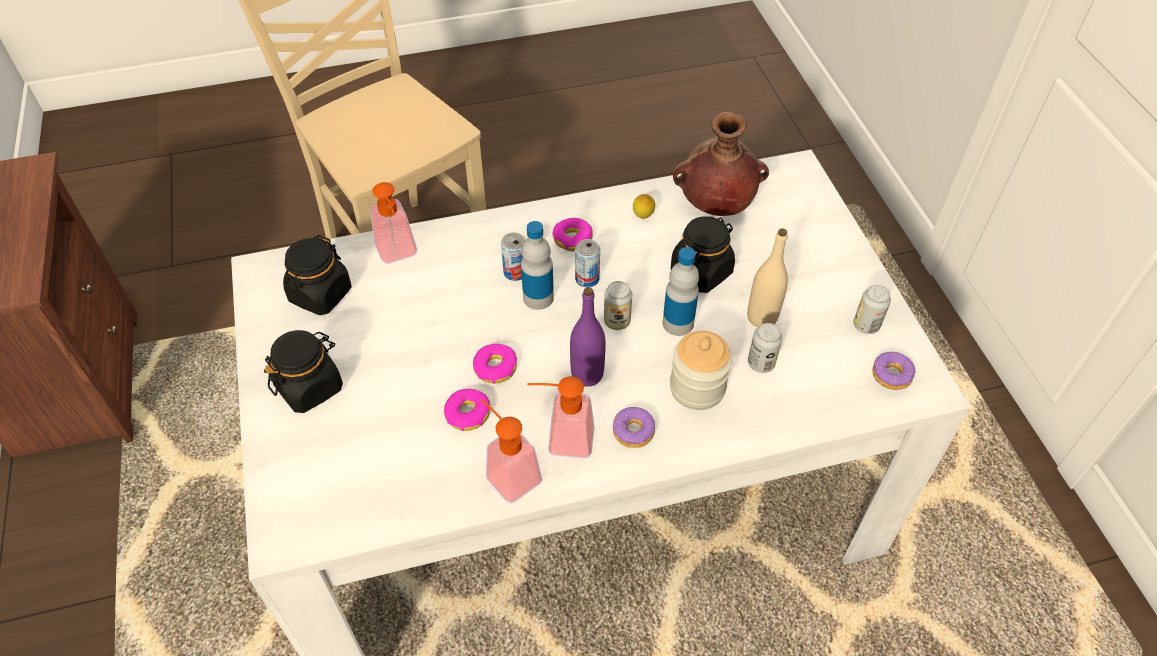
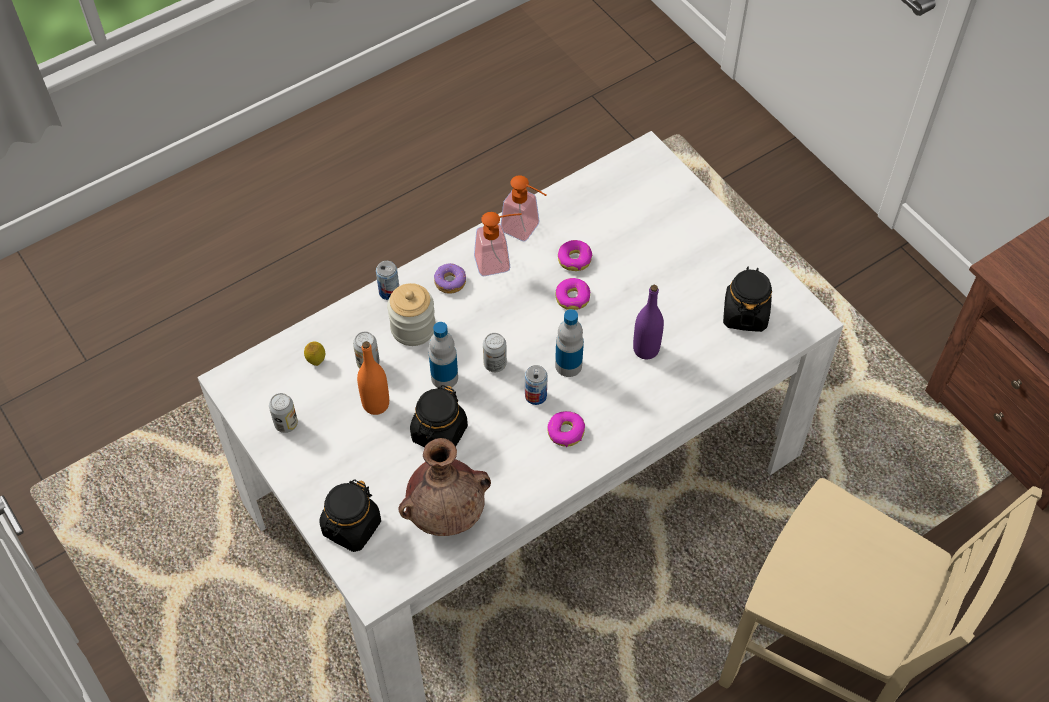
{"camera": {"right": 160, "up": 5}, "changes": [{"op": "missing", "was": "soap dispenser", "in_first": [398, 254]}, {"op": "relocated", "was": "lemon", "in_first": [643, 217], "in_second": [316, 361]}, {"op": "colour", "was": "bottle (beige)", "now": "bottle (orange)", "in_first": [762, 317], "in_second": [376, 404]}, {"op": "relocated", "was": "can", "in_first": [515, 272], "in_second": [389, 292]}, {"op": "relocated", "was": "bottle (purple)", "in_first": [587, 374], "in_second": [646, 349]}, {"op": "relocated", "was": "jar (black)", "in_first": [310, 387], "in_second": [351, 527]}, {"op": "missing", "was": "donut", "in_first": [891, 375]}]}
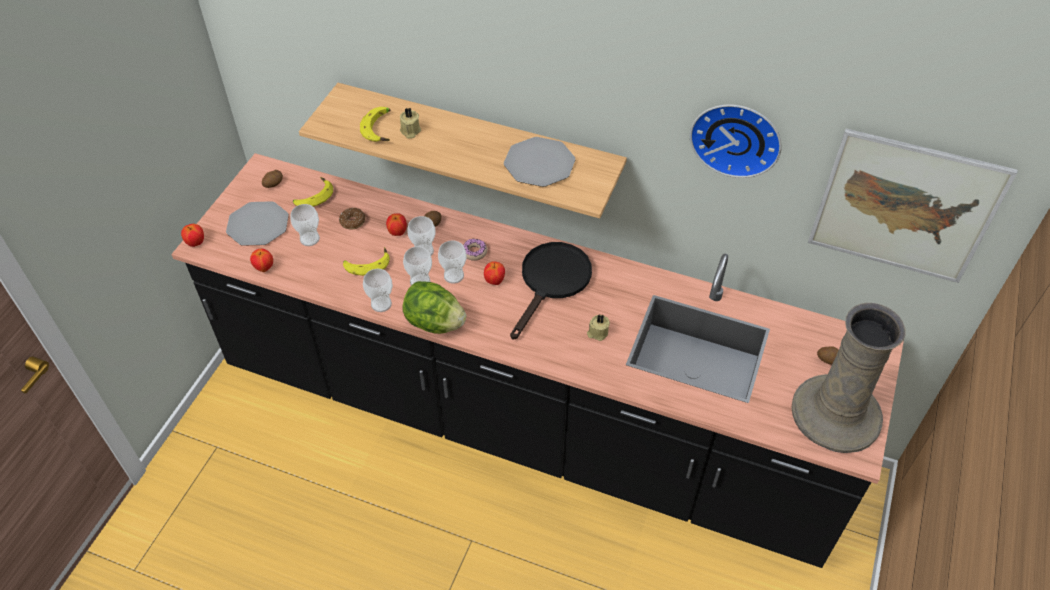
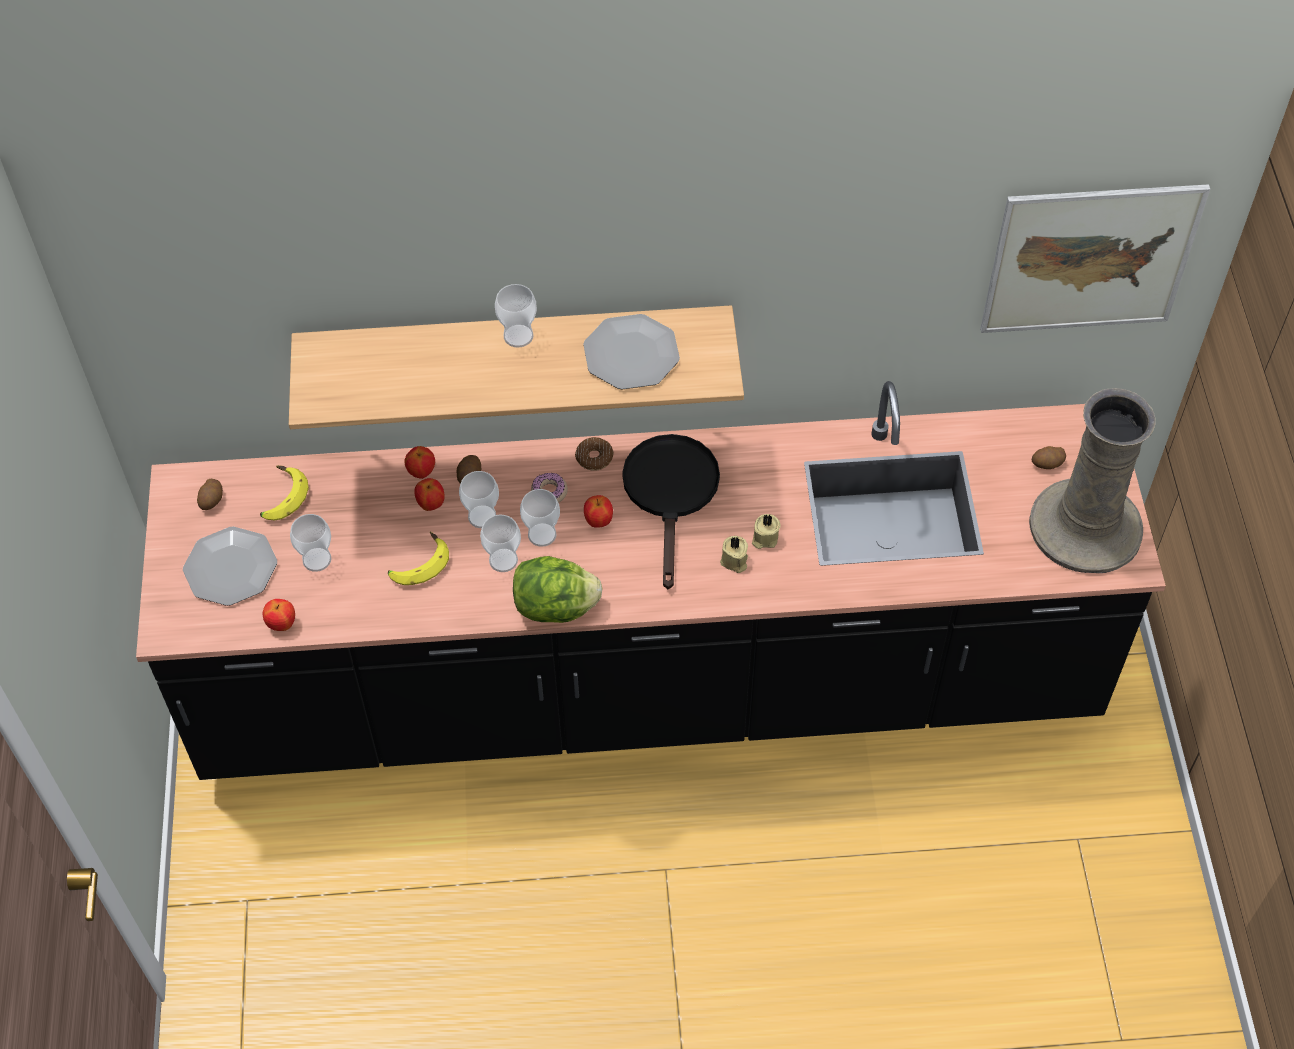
{"camera": {"right": -25, "up": 5}, "changes": [{"op": "missing", "was": "wall clock", "in_first": [736, 137]}, {"op": "missing", "was": "banana", "in_first": [381, 129]}, {"op": "relocated", "was": "candle (beige)", "in_first": [410, 131], "in_second": [734, 561]}, {"op": "relocated", "was": "donut", "in_first": [353, 221], "in_second": [594, 457]}, {"op": "relocated", "was": "apple", "in_first": [196, 243], "in_second": [421, 472]}, {"op": "relocated", "was": "cup", "in_first": [381, 304], "in_second": [518, 336]}]}
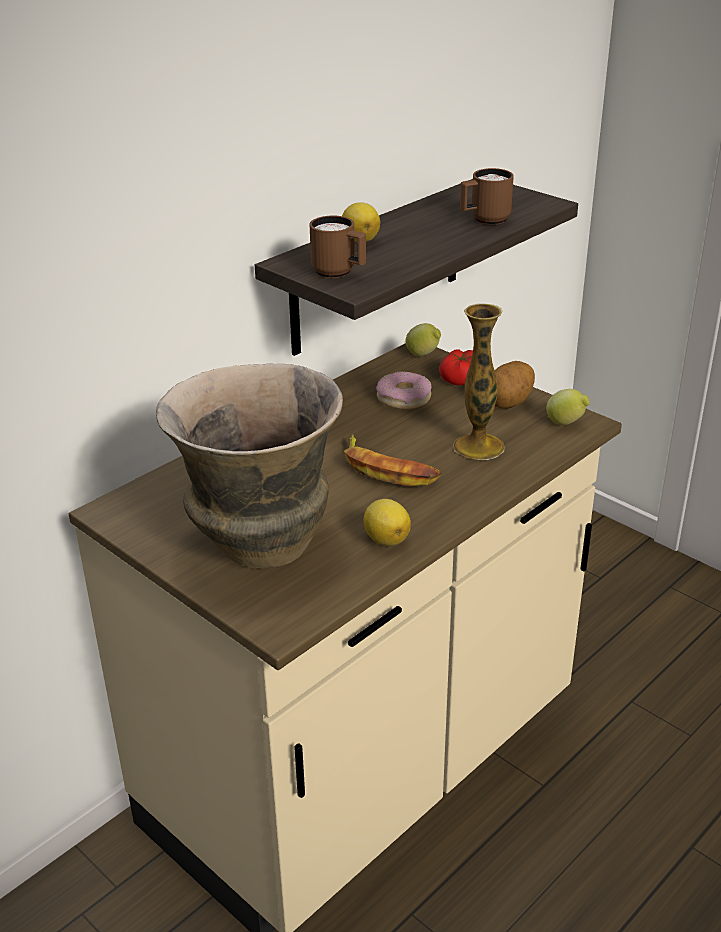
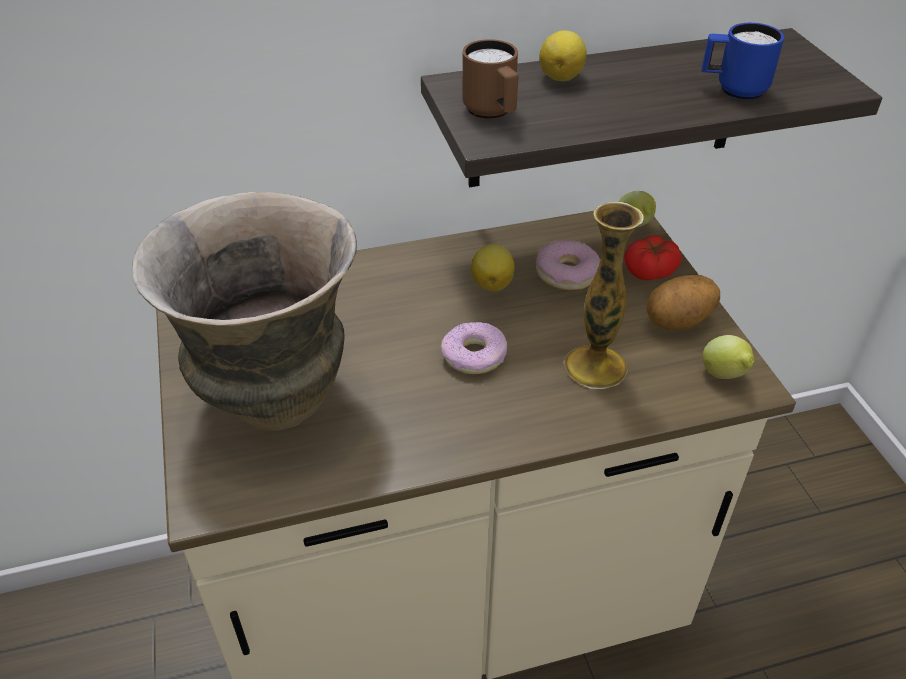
{"camera": {"right": 30, "up": 10}, "changes": [{"op": "colour", "was": "mug (brown)", "now": "mug (blue)", "in_first": [484, 220], "in_second": [733, 90]}, {"op": "exchanged", "was": "banana", "now": "donut", "in_first": [388, 469], "in_second": [474, 356]}, {"op": "relocated", "was": "lemon", "in_first": [386, 538], "in_second": [492, 283]}]}
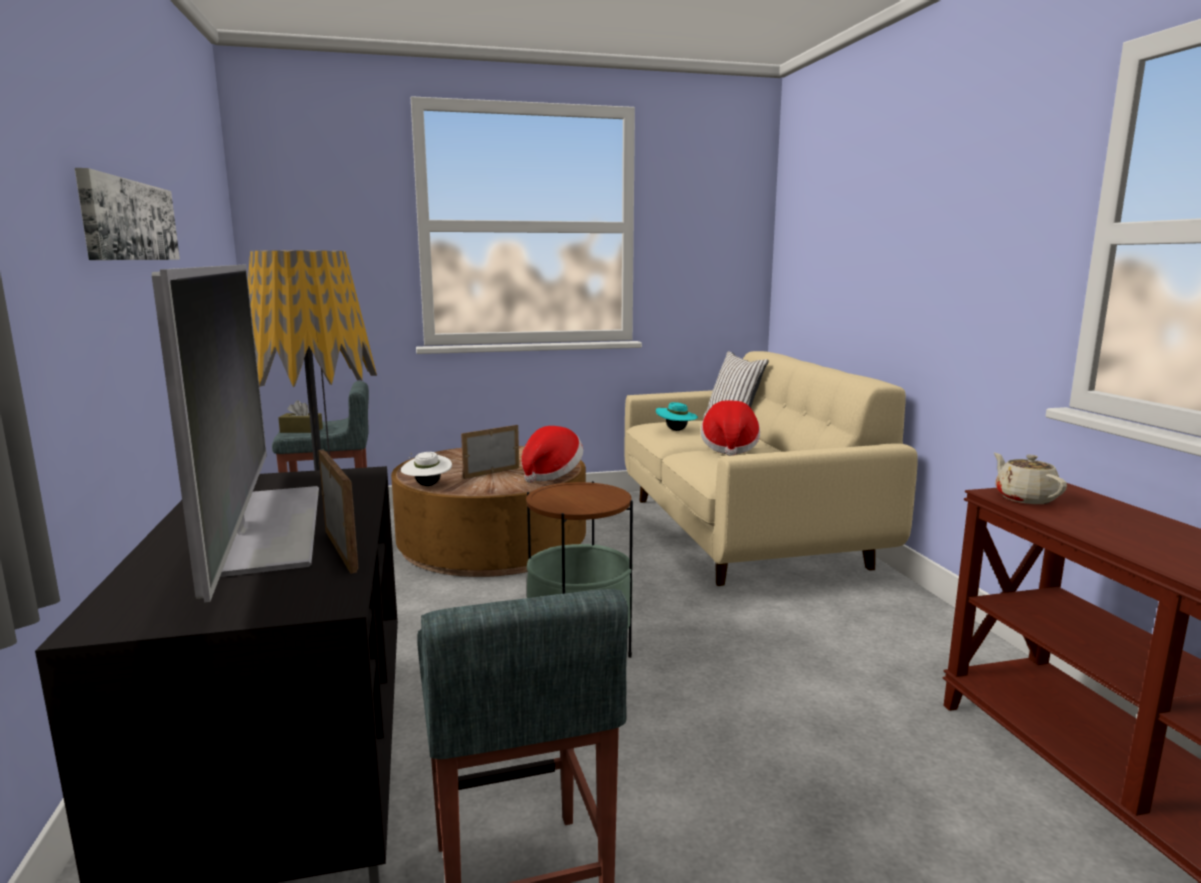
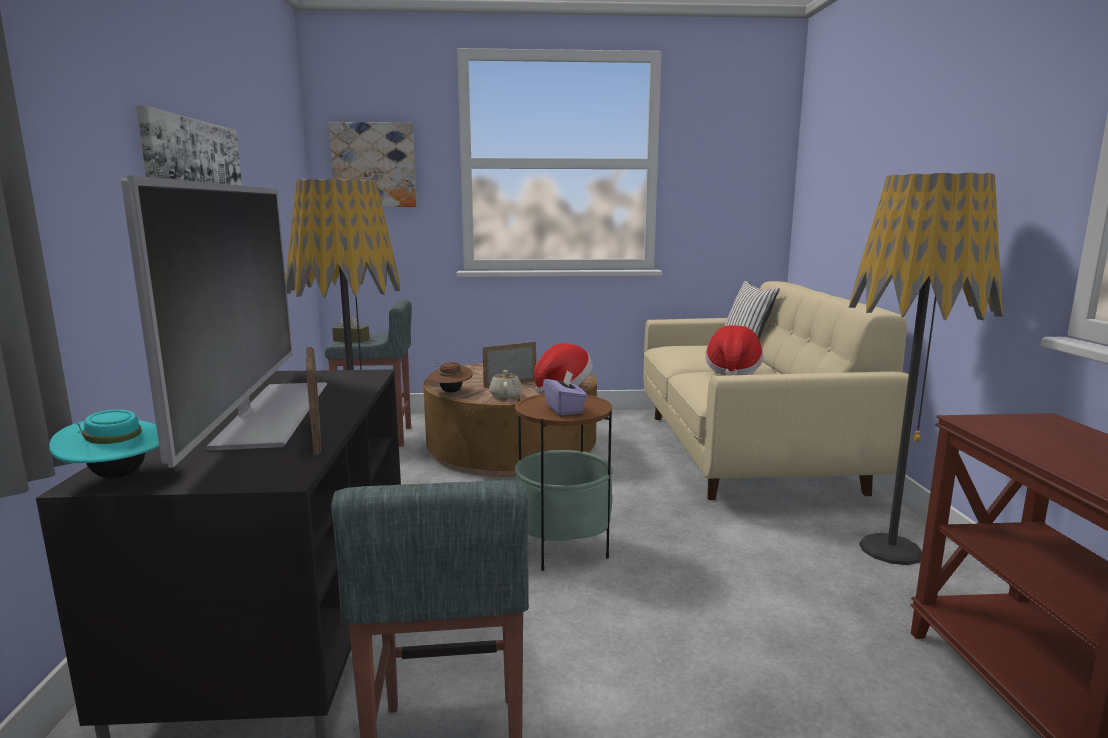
{"camera": {"right": 10, "up": 0}, "changes": [{"op": "relocated", "was": "hat (turquoise)", "in_first": [676, 430], "in_second": [117, 476]}, {"op": "colour", "was": "hat (white)", "now": "hat (brown)", "in_first": [427, 485], "in_second": [450, 392]}, {"op": "relocated", "was": "teapot (beige)", "in_first": [1024, 498], "in_second": [505, 395]}, {"op": "appeared", "now": "picture", "in_second": [374, 165]}, {"op": "appeared", "now": "floor lamp", "in_second": [891, 550]}, {"op": "appeared", "now": "tissue box (purple)", "in_second": [565, 409]}]}
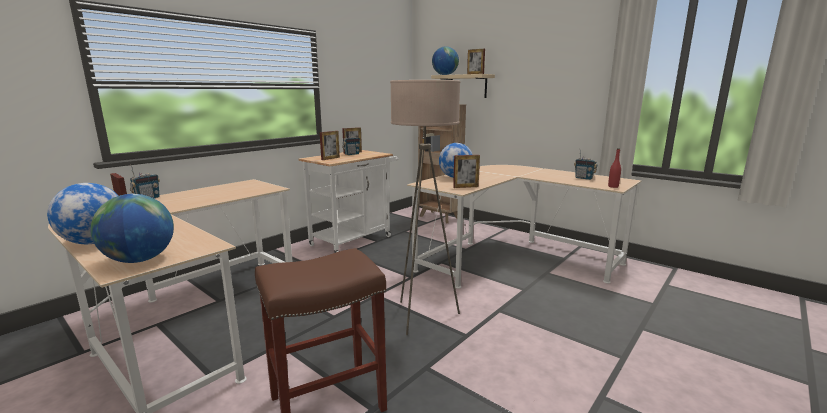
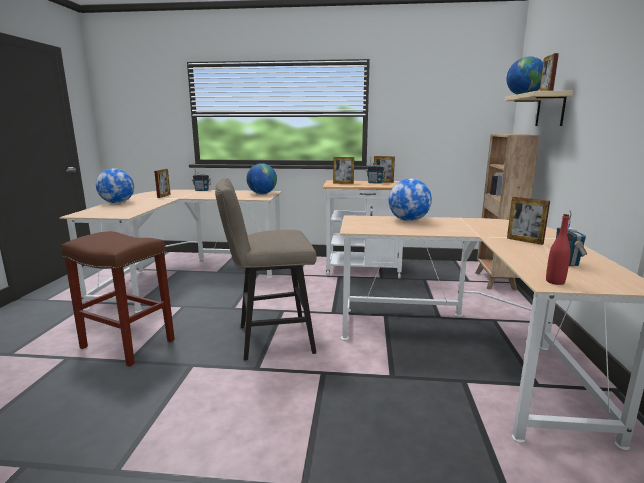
{"camera": {"right": 55, "up": 0}, "changes": [{"op": "exchanged", "was": "floor lamp (beige)", "now": "stool (beige)", "in_first": [422, 316], "in_second": [269, 339]}, {"op": "relocated", "was": "picture frame", "in_first": [465, 187], "in_second": [524, 241]}, {"op": "relocated", "was": "globe", "in_first": [140, 260], "in_second": [262, 194]}]}
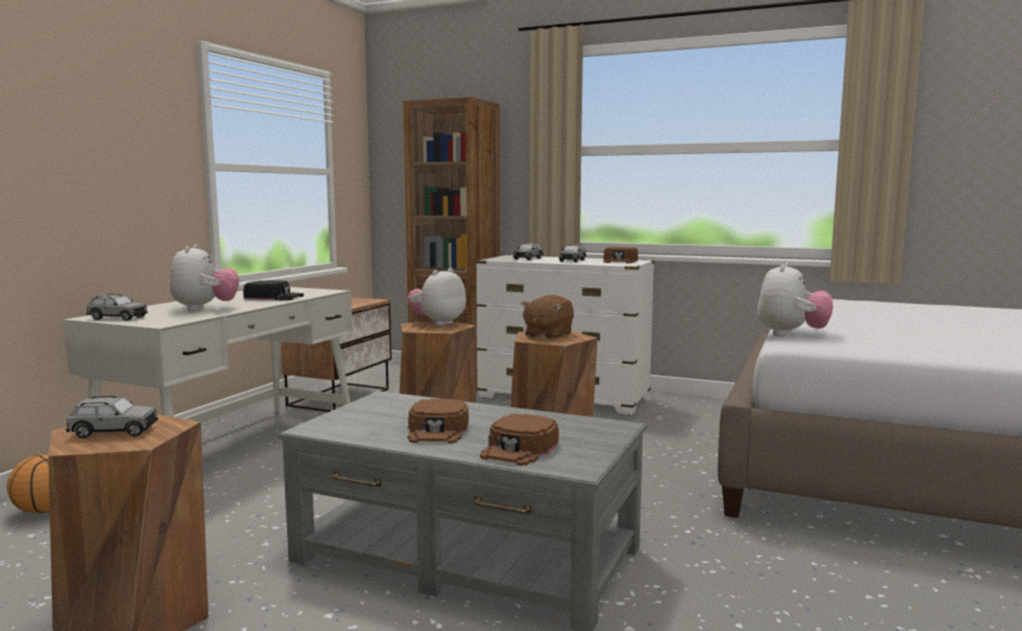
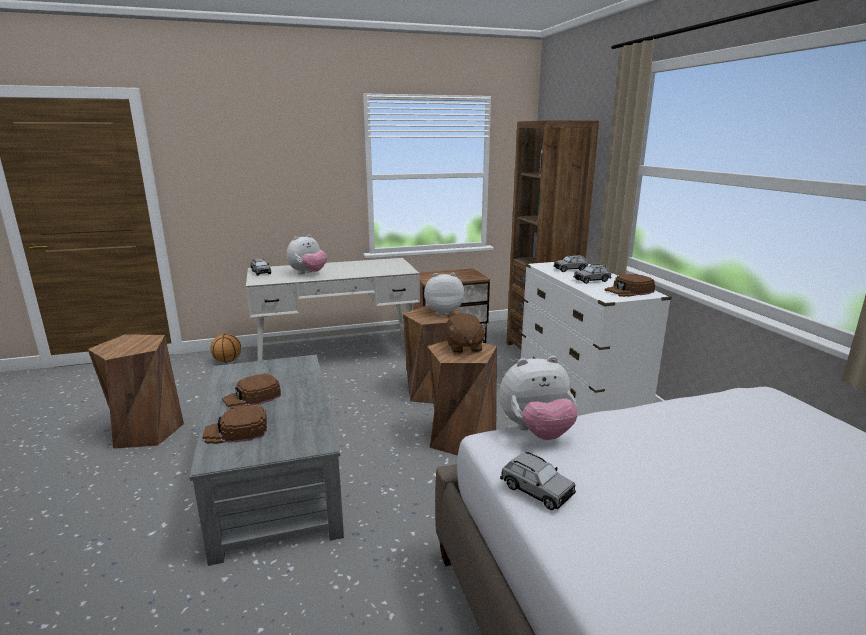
{"camera": {"right": 50, "up": 10}, "changes": [{"op": "missing", "was": "cap (black)", "in_first": [274, 297]}, {"op": "spun", "was": "plush toy (brown)", "in_first": [547, 335], "in_second": [464, 347], "clockwise": -90}, {"op": "relocated", "was": "toy car (grey)", "in_first": [114, 431], "in_second": [536, 490]}]}
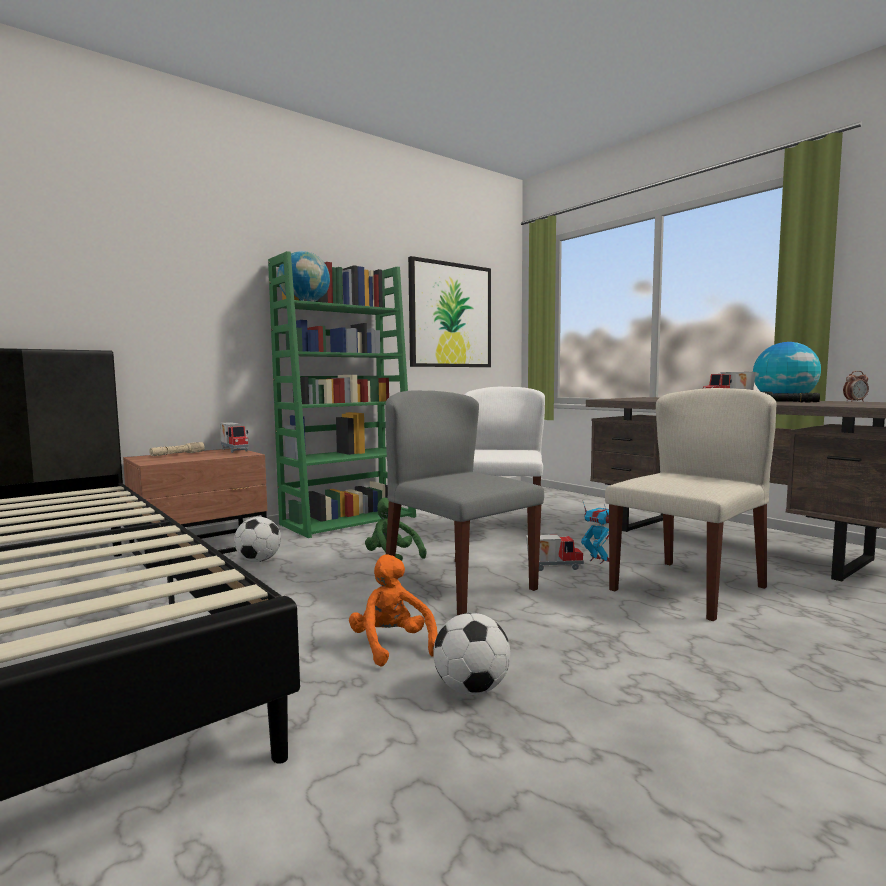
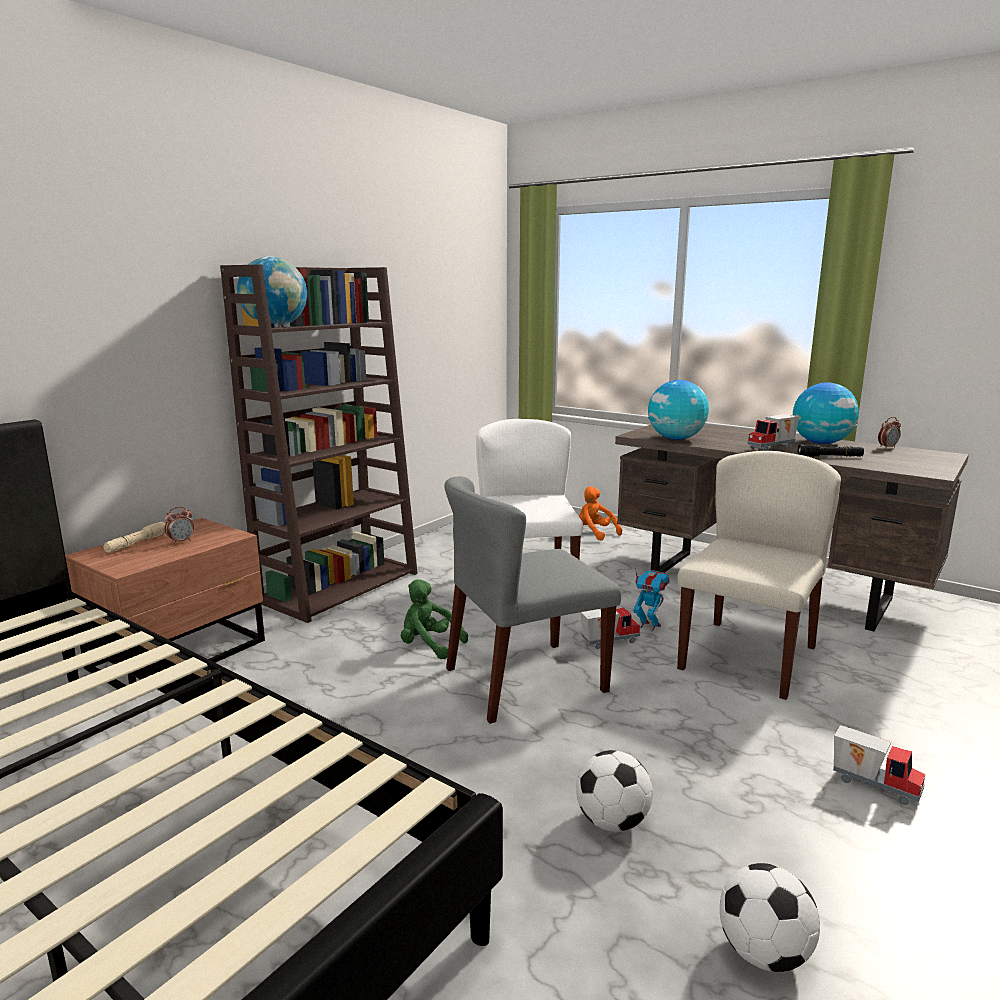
{"camera": {"right": -15, "up": 10}, "changes": [{"op": "colour", "was": "bookcase (green)", "now": "bookcase (brown)", "in_first": [349, 520], "in_second": [339, 586]}, {"op": "missing", "was": "picture", "in_first": [450, 315]}, {"op": "spun", "was": "chair (grey)", "in_first": [458, 585], "in_second": [524, 680], "clockwise": -60}, {"op": "relocated", "was": "toy truck", "in_first": [235, 450], "in_second": [874, 784]}, {"op": "relocated", "was": "football", "in_first": [258, 560], "in_second": [763, 953]}, {"op": "relocated", "was": "plush toy (orange)", "in_first": [392, 646], "in_second": [594, 533]}, {"op": "appeared", "now": "globe", "in_second": [676, 439]}, {"op": "appeared", "now": "alarm clock", "in_second": [181, 541]}]}
